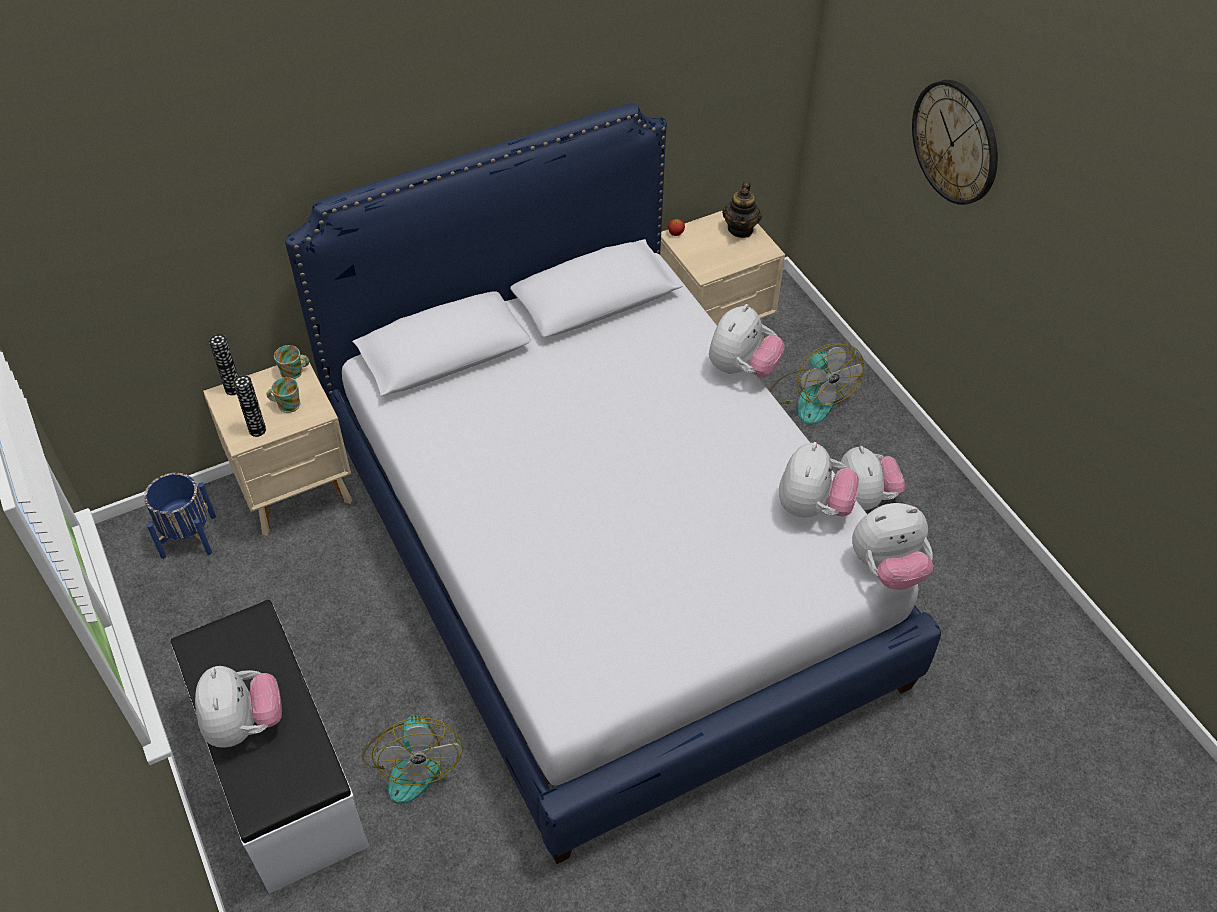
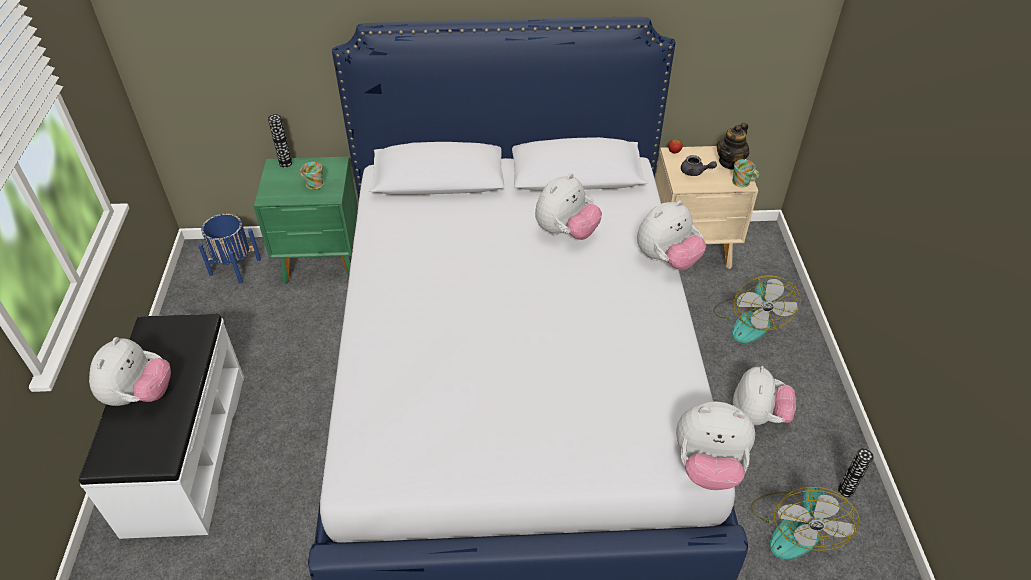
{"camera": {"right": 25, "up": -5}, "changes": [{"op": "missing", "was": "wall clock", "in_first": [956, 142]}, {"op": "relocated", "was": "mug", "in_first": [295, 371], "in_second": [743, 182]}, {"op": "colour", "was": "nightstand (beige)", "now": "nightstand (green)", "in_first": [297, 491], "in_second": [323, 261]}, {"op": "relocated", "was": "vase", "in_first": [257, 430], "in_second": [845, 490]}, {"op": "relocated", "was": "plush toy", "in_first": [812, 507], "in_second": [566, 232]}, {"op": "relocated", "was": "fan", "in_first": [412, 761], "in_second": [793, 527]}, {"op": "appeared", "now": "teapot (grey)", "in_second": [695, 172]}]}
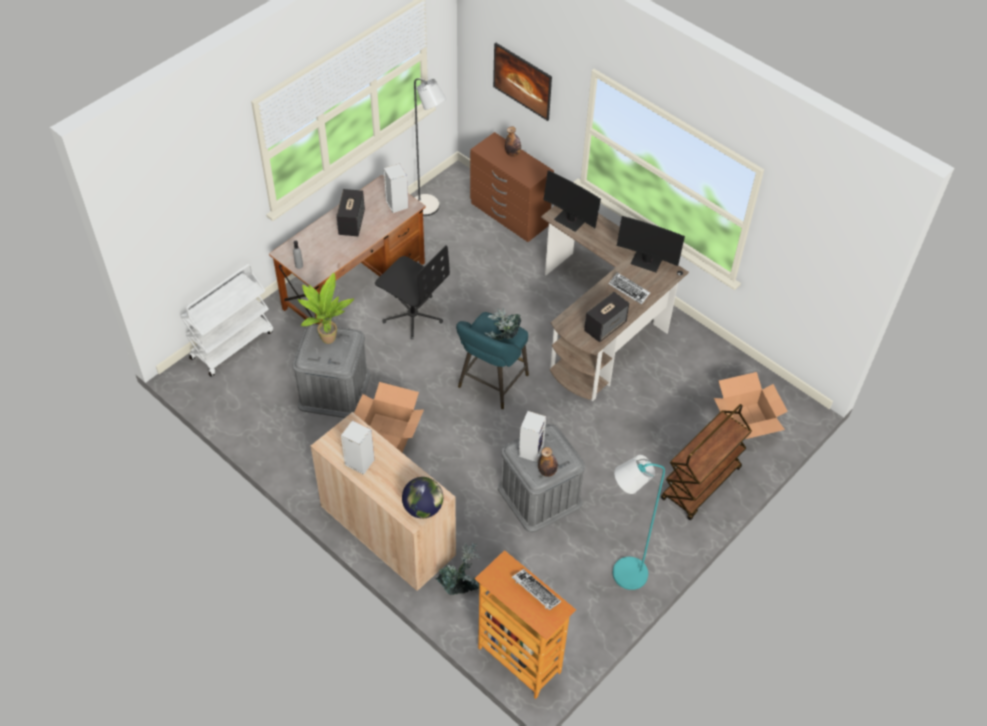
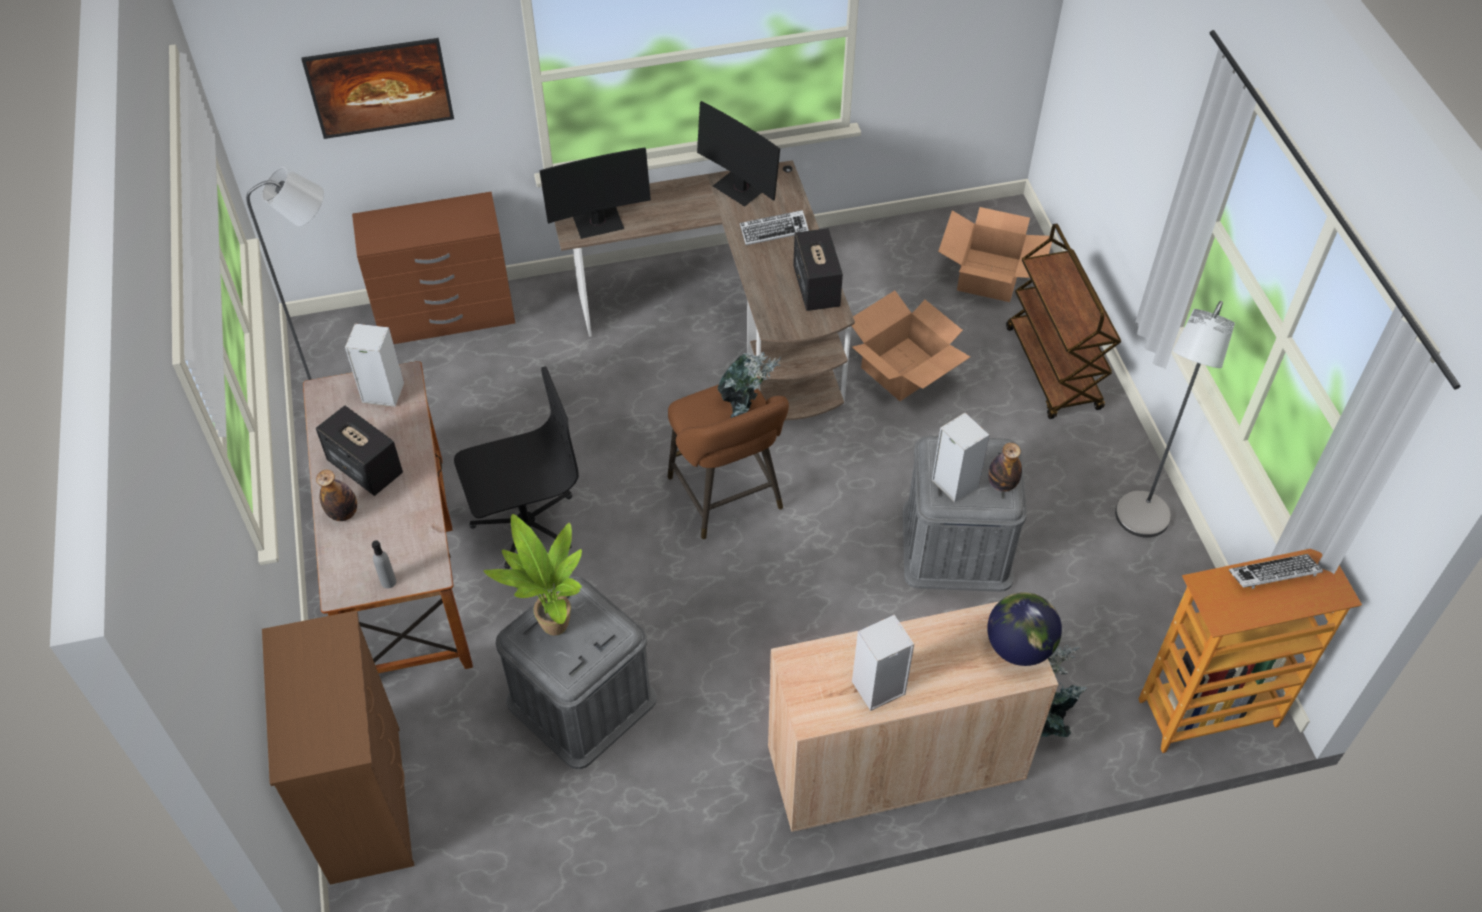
{"camera": {"right": -55, "up": 0}, "changes": [{"op": "relocated", "was": "bottle", "in_first": [512, 153], "in_second": [343, 513]}, {"op": "spun", "was": "monitor", "in_first": [646, 261], "in_second": [740, 188], "clockwise": 75}, {"op": "exchanged", "was": "cart (white)", "now": "dresser (brown)", "in_first": [232, 344], "in_second": [367, 801]}, {"op": "colour", "was": "stool (turquoise)", "now": "stool (brown)", "in_first": [491, 384], "in_second": [728, 498]}, {"op": "relocated", "was": "cardboard box", "in_first": [388, 433], "in_second": [904, 369]}, {"op": "colour", "was": "floor lamp (turquoise)", "now": "floor lamp (grey)", "in_first": [622, 574], "in_second": [1138, 523]}]}
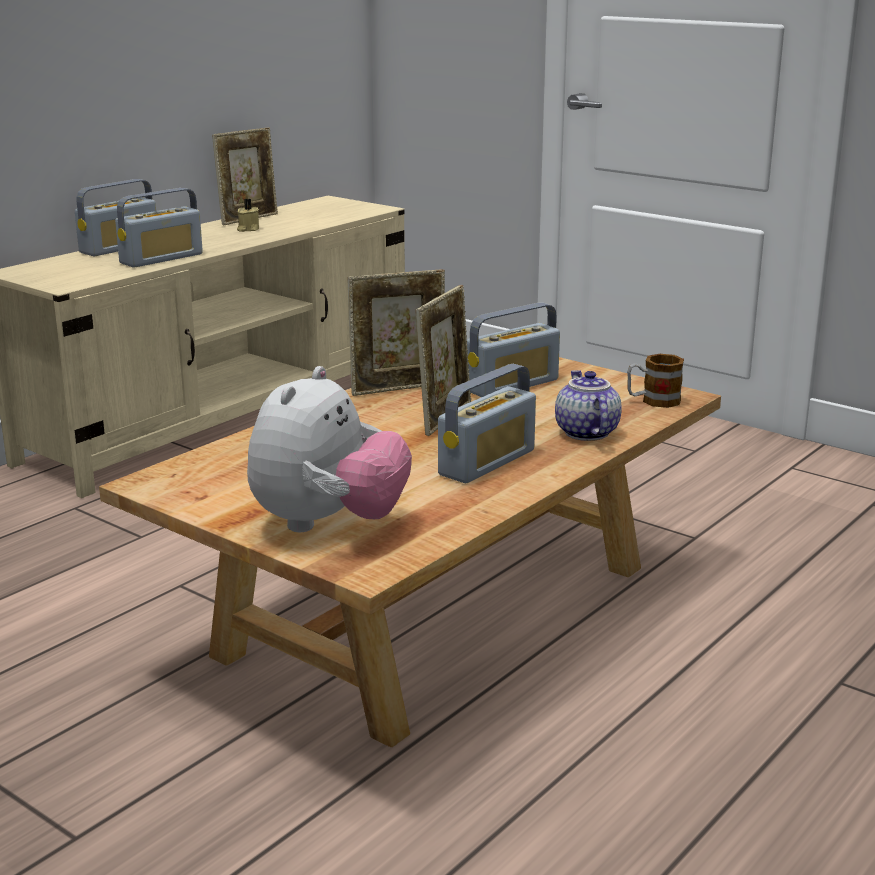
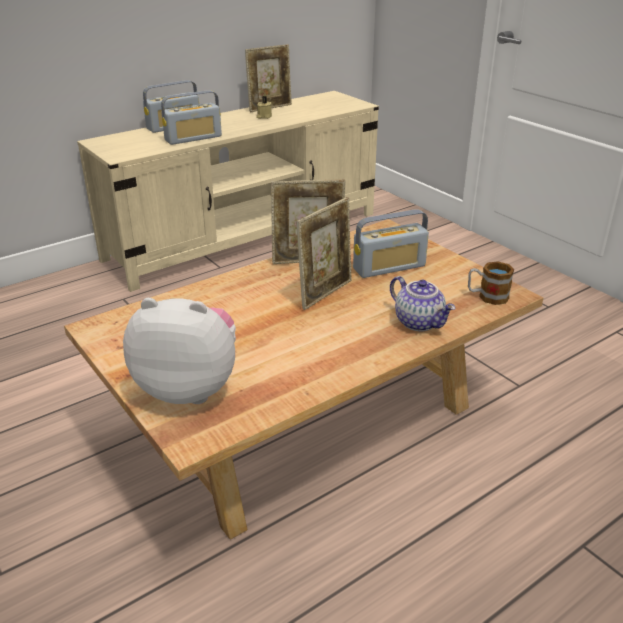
{"camera": {"right": 15, "up": 10}, "changes": [{"op": "missing", "was": "radio", "in_first": [487, 462]}, {"op": "spun", "was": "plush toy", "in_first": [328, 524], "in_second": [190, 387], "clockwise": -120}, {"op": "spun", "was": "teapot", "in_first": [585, 433], "in_second": [420, 322], "clockwise": 135}]}
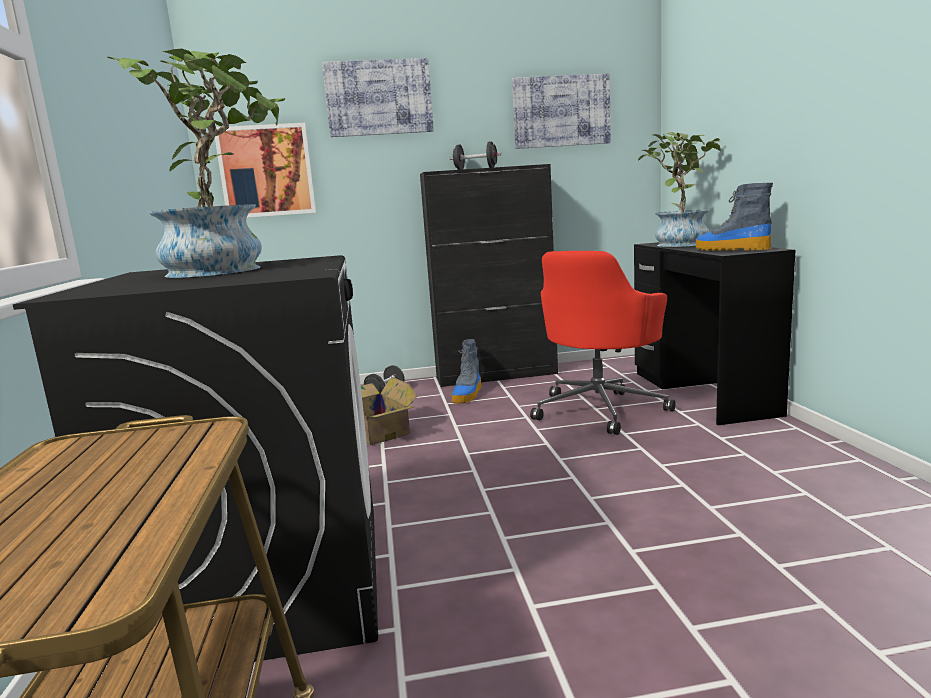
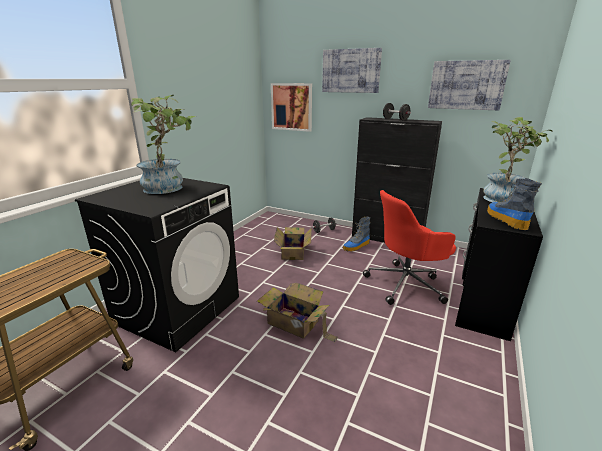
{"camera": {"right": 35, "up": 10}, "changes": [{"op": "appeared", "now": "cardboard box", "in_second": [294, 324]}]}
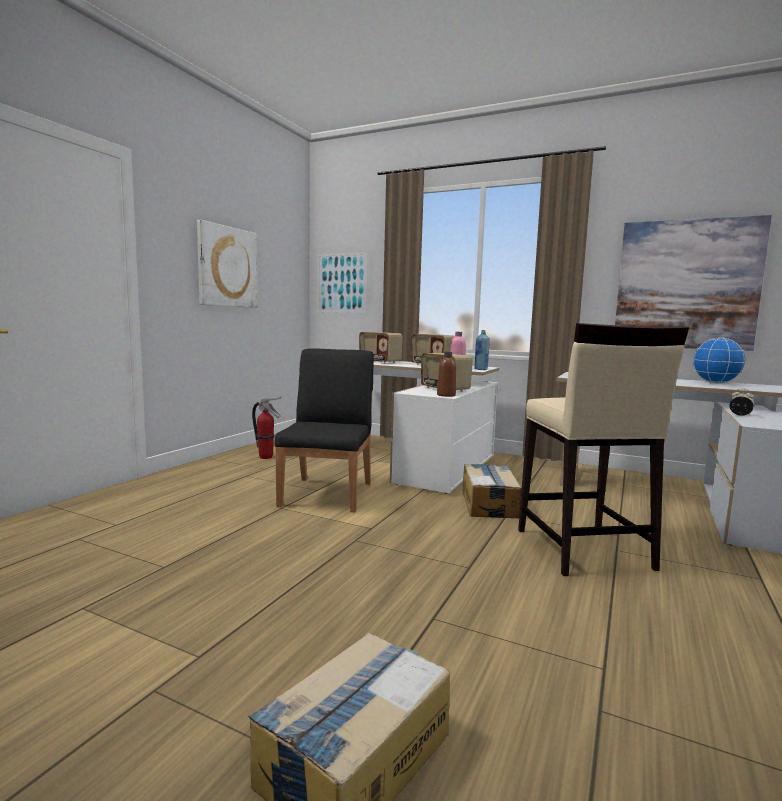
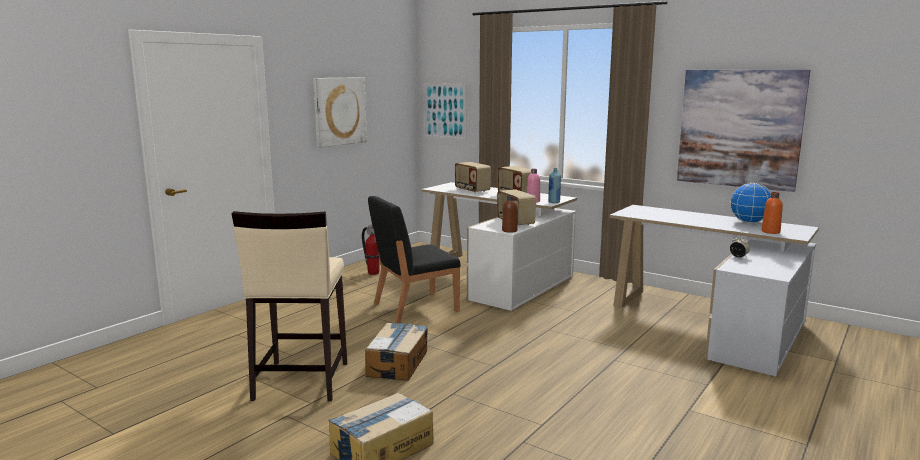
{"camera": {"right": 10, "up": 5}, "changes": [{"op": "relocated", "was": "stool (beige)", "in_first": [582, 549], "in_second": [300, 381]}, {"op": "spun", "was": "chair (black)", "in_first": [328, 493], "in_second": [414, 307], "clockwise": -135}, {"op": "relocated", "was": "cardboard box", "in_first": [489, 503], "in_second": [398, 363]}, {"op": "appeared", "now": "bottle (orange)", "in_second": [770, 232]}]}
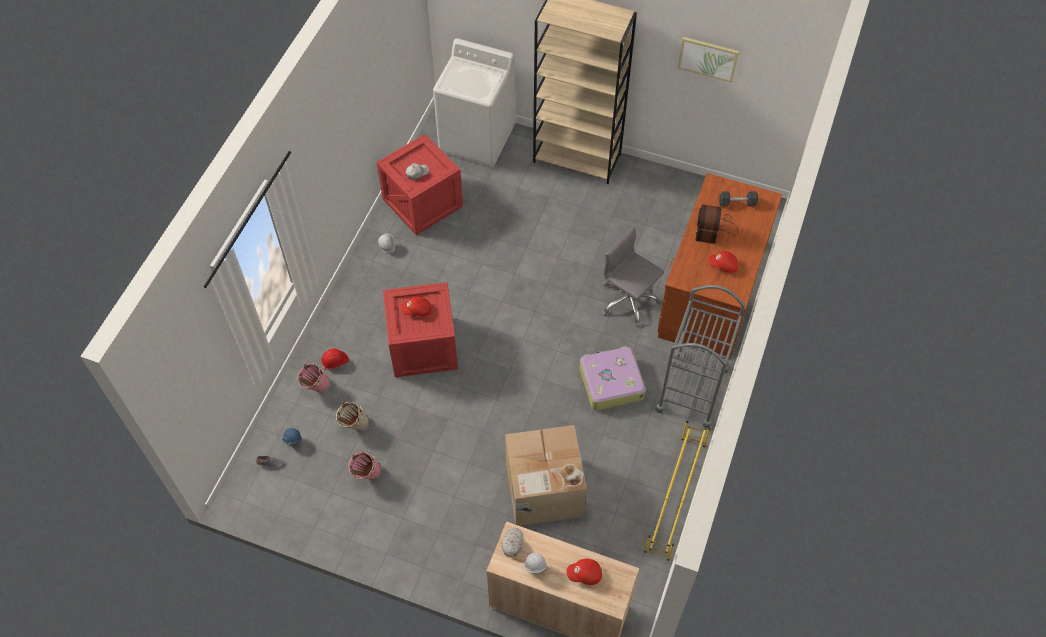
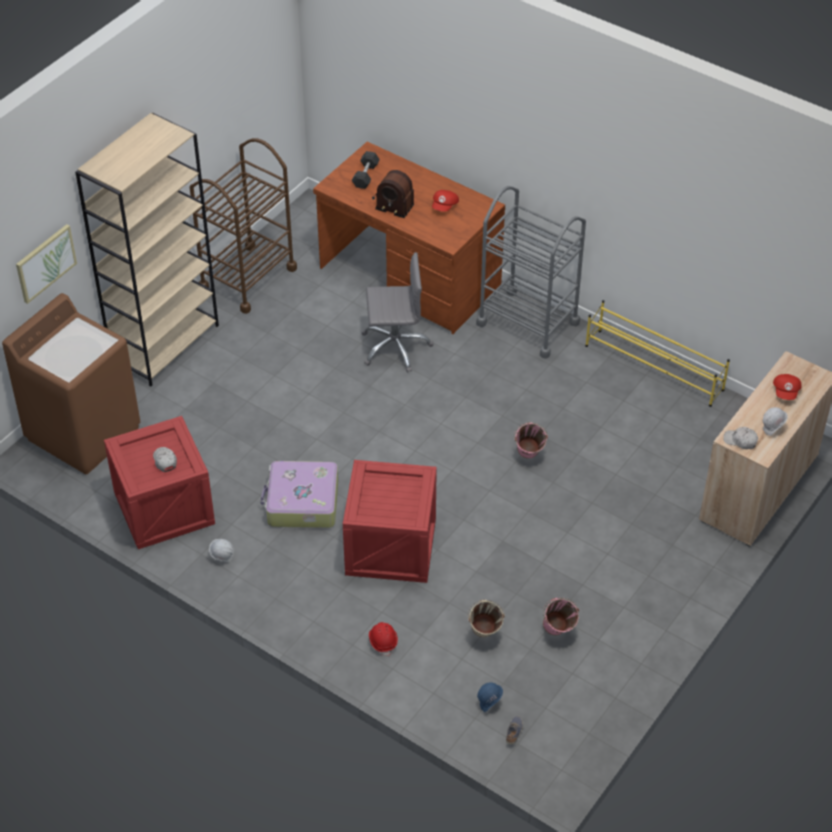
{"camera": {"right": -75, "up": -10}, "changes": [{"op": "relocated", "was": "picture", "in_first": [708, 58], "in_second": [45, 263]}, {"op": "colour", "was": "washing machine (white)", "now": "washing machine (brown)", "in_first": [477, 139], "in_second": [84, 432]}, {"op": "spun", "was": "office chair (grey)", "in_first": [628, 301], "in_second": [395, 347], "clockwise": -150}, {"op": "missing", "was": "cap (red)", "in_first": [417, 310]}, {"op": "relocated", "was": "suitcase", "in_first": [610, 382], "in_second": [302, 503]}, {"op": "relocated", "was": "bucket (pink)", "in_first": [315, 387], "in_second": [528, 457]}, {"op": "missing", "was": "cardboard box", "in_first": [543, 491]}, {"op": "appeared", "now": "cart (brown)", "in_second": [247, 278]}]}
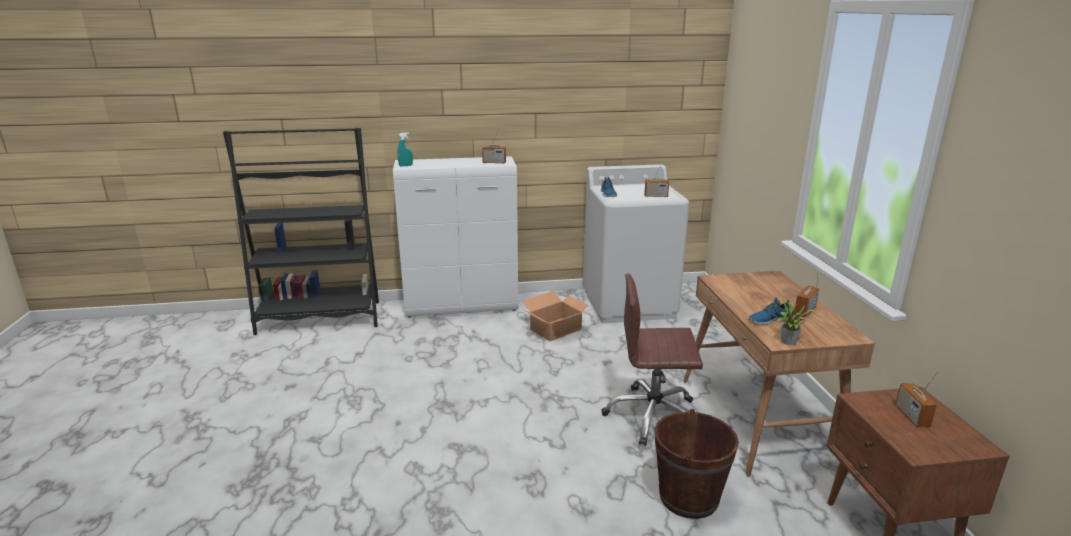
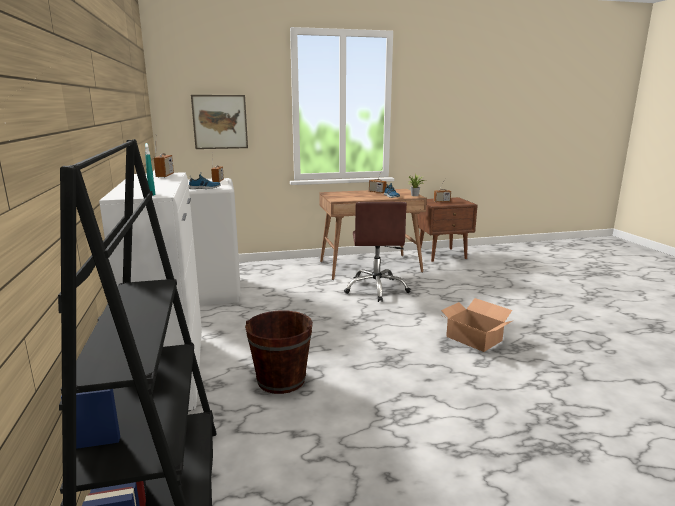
{"camera": {"right": -95, "up": -5}, "changes": [{"op": "relocated", "was": "cardboard box", "in_first": [556, 329], "in_second": [473, 338]}, {"op": "relocated", "was": "bucket (brown)", "in_first": [688, 497], "in_second": [281, 380]}, {"op": "appeared", "now": "picture", "in_second": [220, 122]}]}
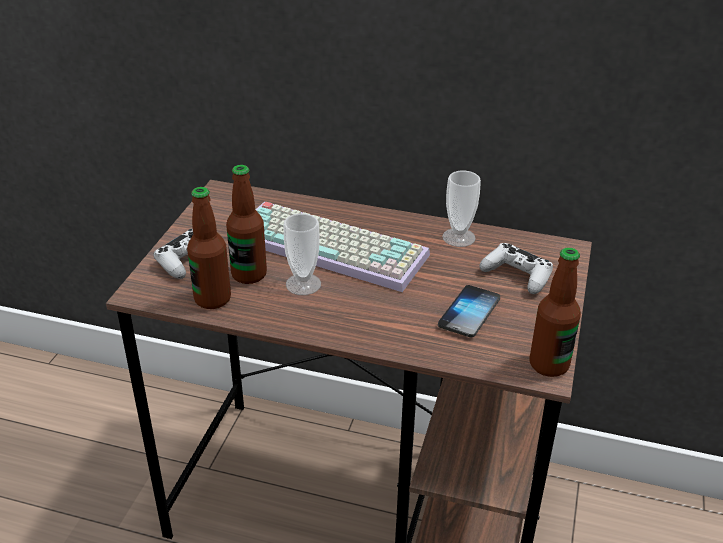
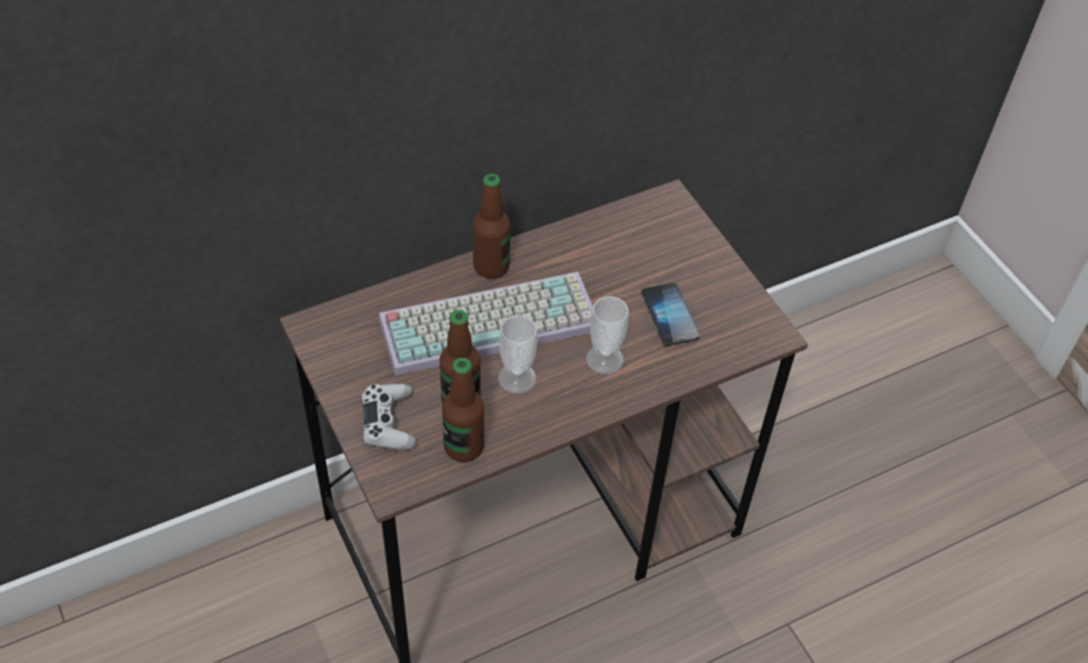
{"camera": {"right": -45, "up": 15}, "changes": [{"op": "relocated", "was": "cup", "in_first": [458, 237], "in_second": [604, 359]}, {"op": "missing", "was": "game controller (white)", "in_first": [517, 275]}, {"op": "relocated", "was": "bottle", "in_first": [549, 364], "in_second": [491, 266]}]}
